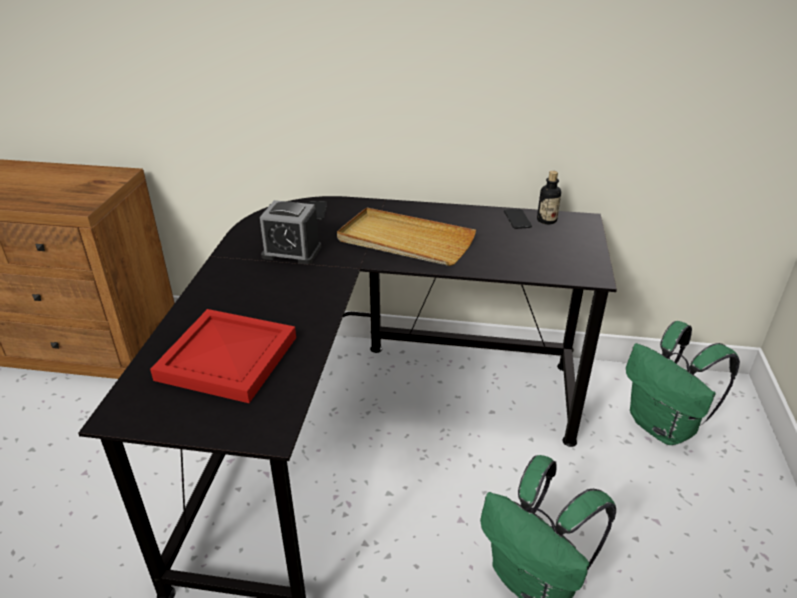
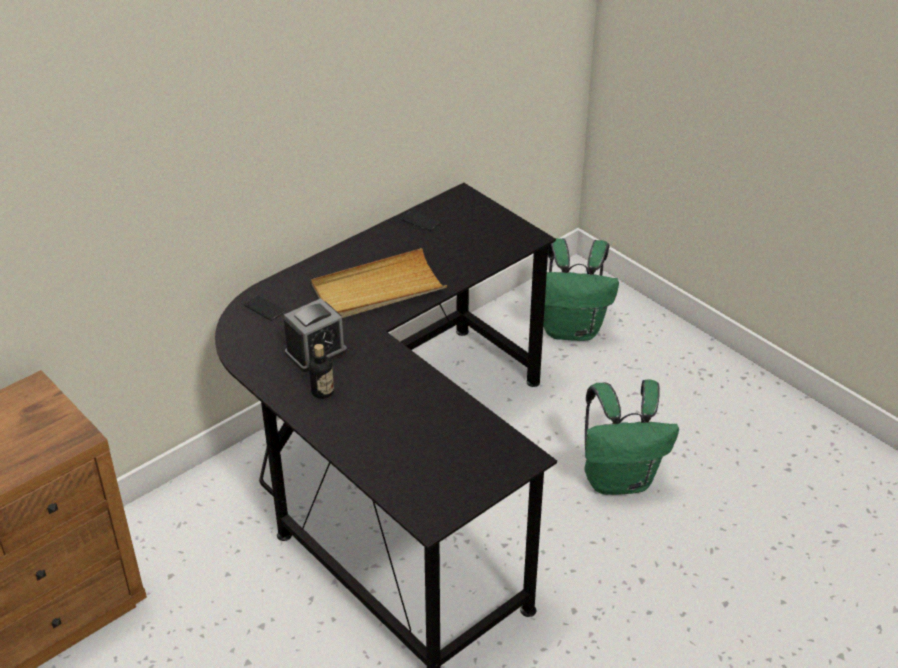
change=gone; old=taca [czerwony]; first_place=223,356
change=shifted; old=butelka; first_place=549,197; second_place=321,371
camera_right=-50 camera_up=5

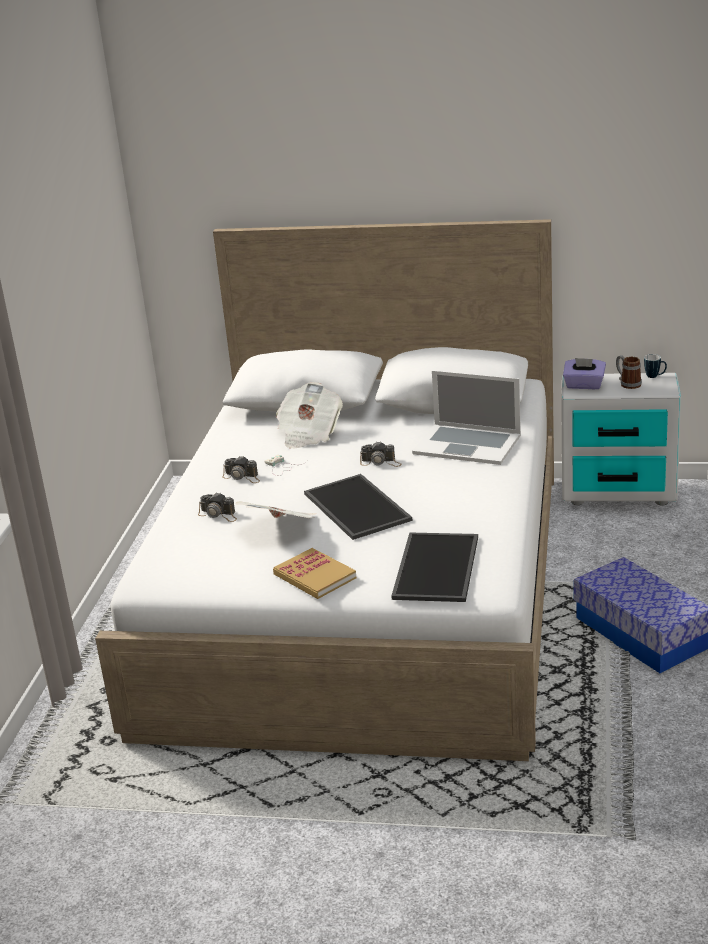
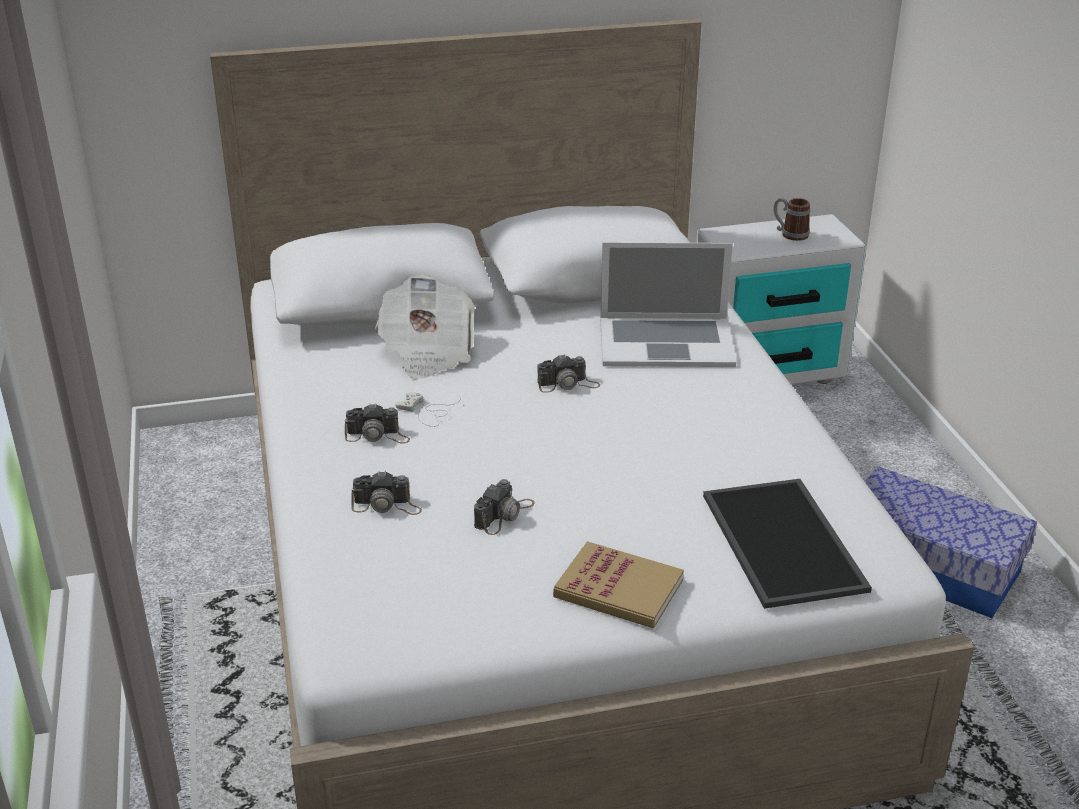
change=gone; old=taca; first_place=358,507
change=gone; old=pudełko chusteczek [fioletowy]; first_place=584,373
change=gone; old=kubek; first_place=655,366
change=swapped; old=gazeta; new=aparat fotograficzny; first_place=275,510; second_place=504,507
camera_right=-25 camera_up=5

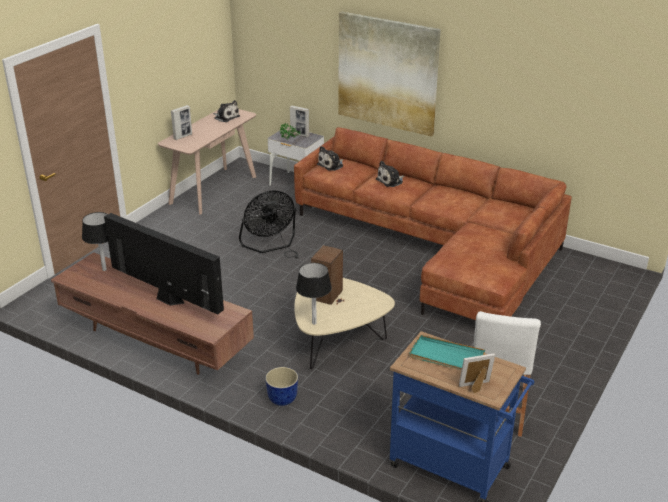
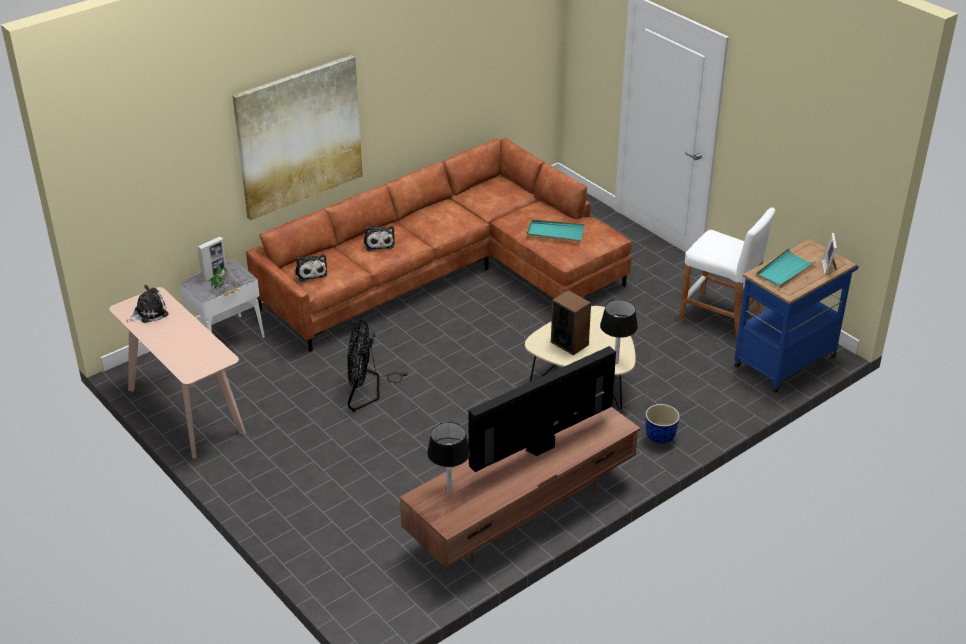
change=gone; old=ramka na zdjęcie; first_place=181,122
change=new; new=taca [turkusowy]; second_place=556,230
camera_right=-70 camera_up=5

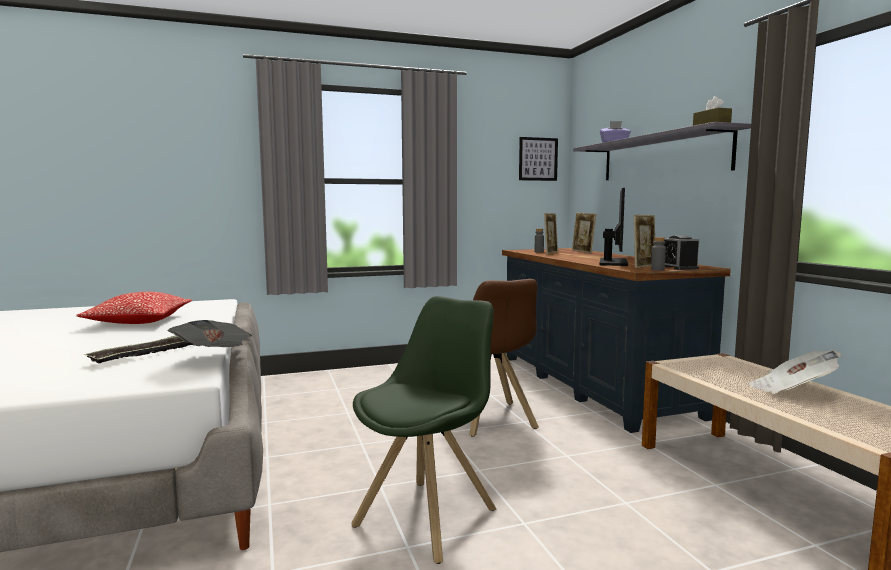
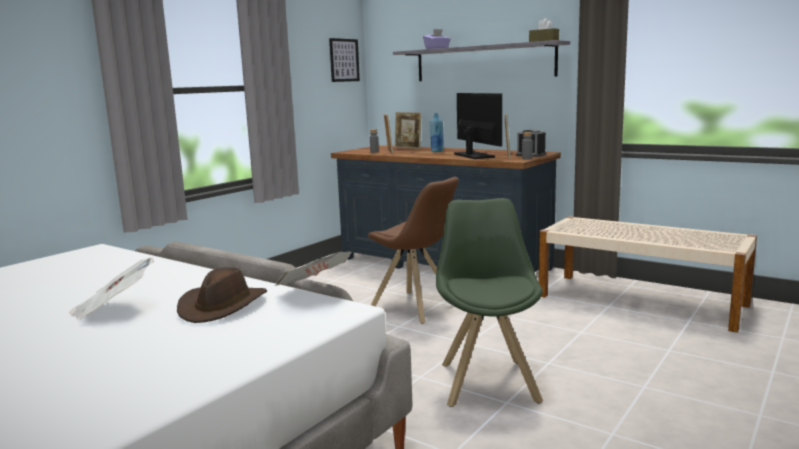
change=gone; old=poduszka; first_place=134,308
change=new; new=butelka [niebieski]; second_place=437,132
change=shifted; old=gazeta; first_place=795,372; second_place=111,289
change=swapped; old=taca; new=kapelusz [brązowy]; first_place=138,350; second_place=222,295
camera_right=-35 camera_up=5

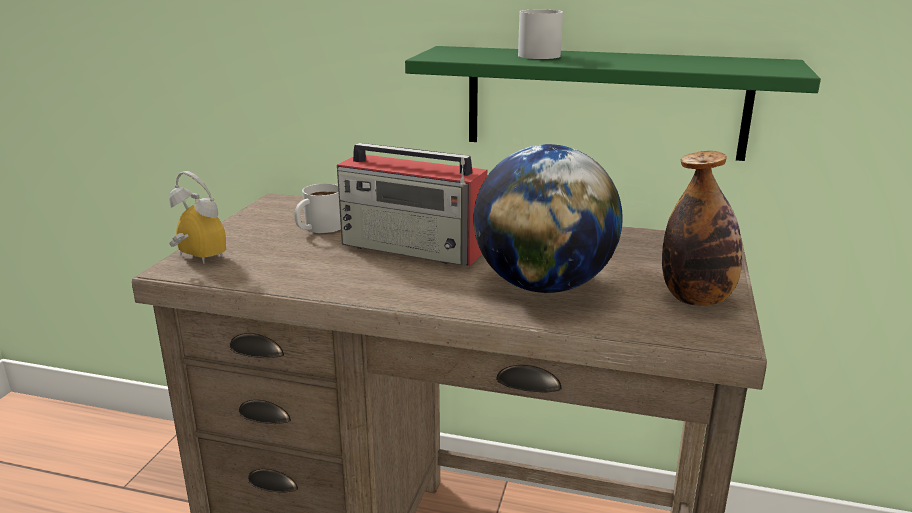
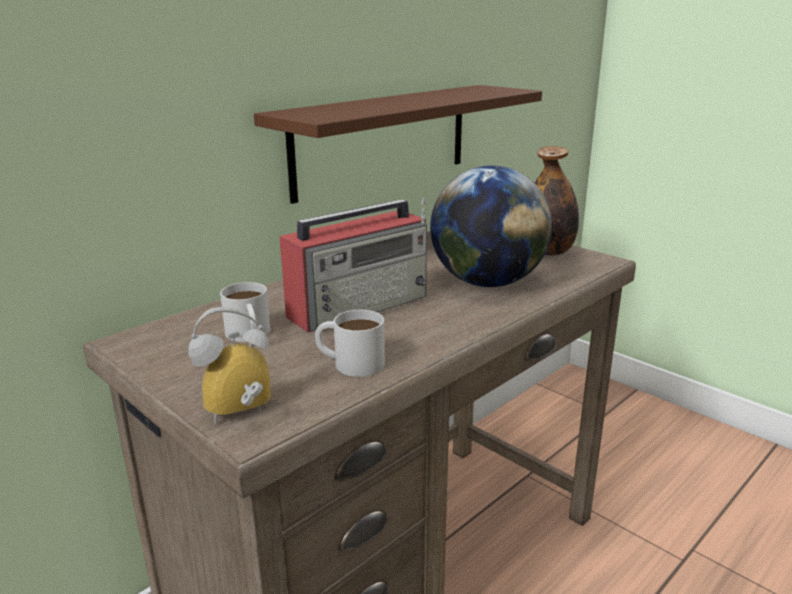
change=shifted; old=kubek [biały]; first_place=540,34; second_place=350,343
change=repainted; old=półka [zielony]; new=półka [brązowy]; first_place=613,103; second_place=398,144
camera_right=-60 camera_up=0

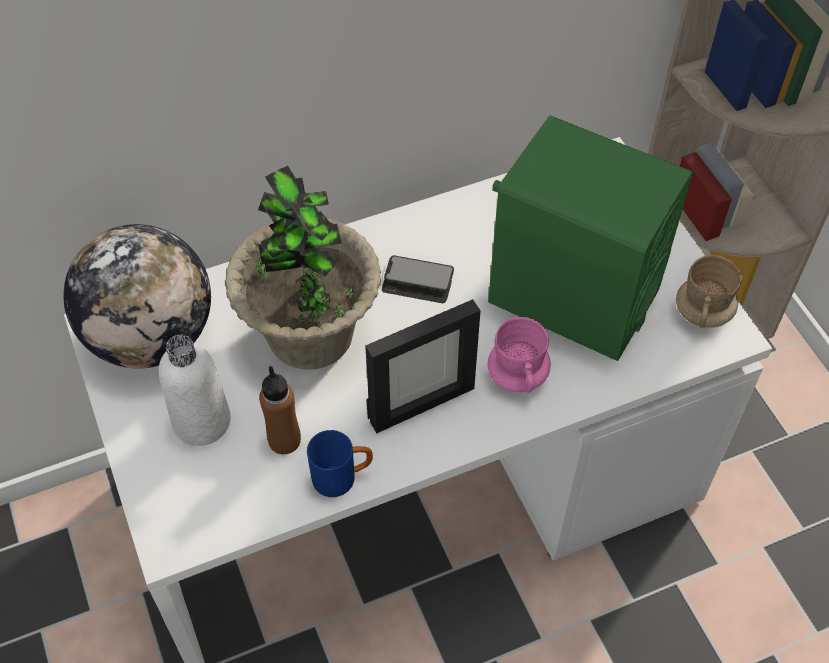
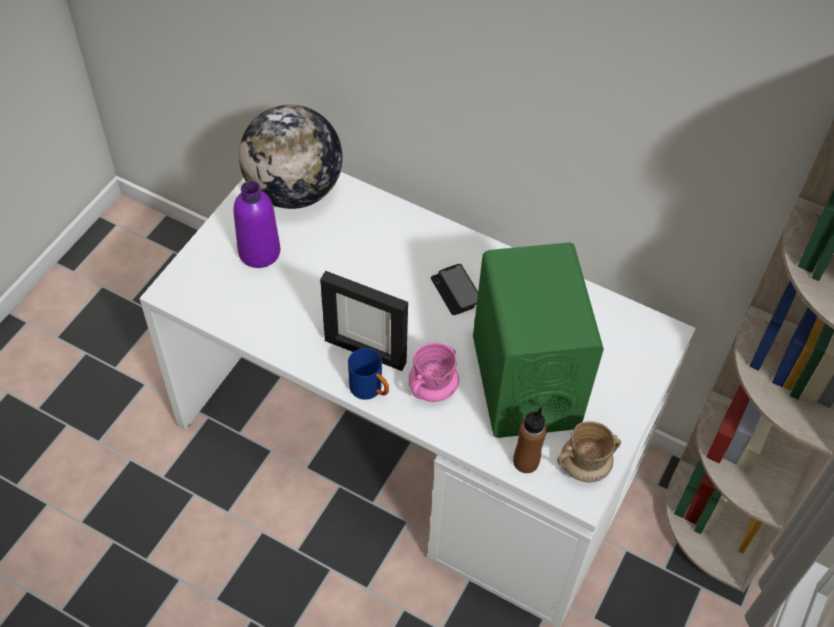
change=gone; old=roślina doniczkowa; first_place=303,268
change=shifted; old=butelka [brązowy]; first_place=280,410; second_place=530,440
change=shifted; old=kubek [niebieski]; first_place=340,463; second_place=368,374
change=repainted; old=butelka [biały]; new=butelka [fioletowy]; first_place=195,390; second_place=256,224
camera_right=50 camera_up=0

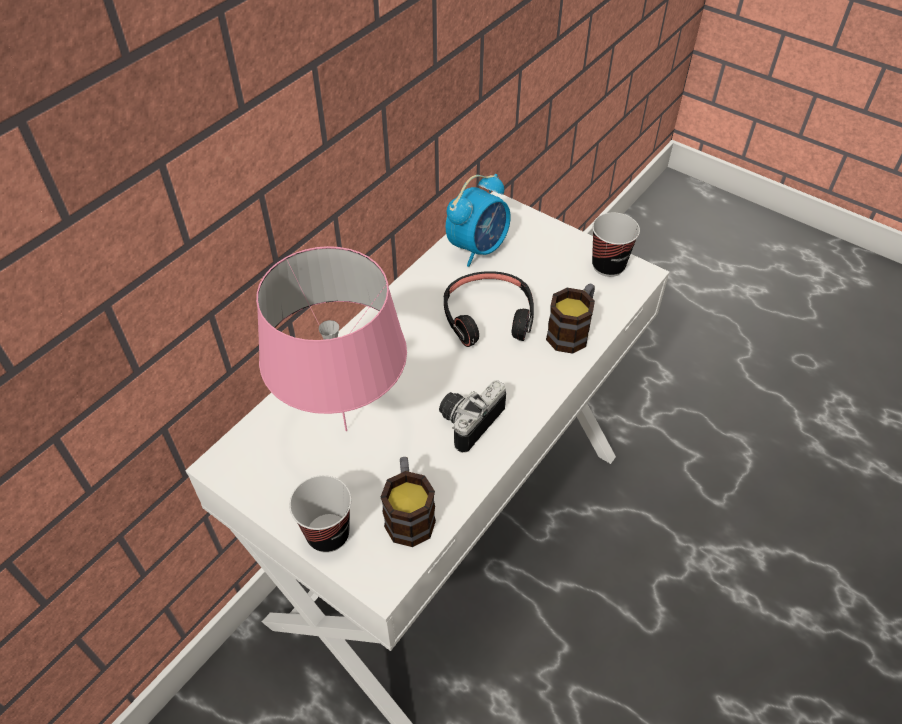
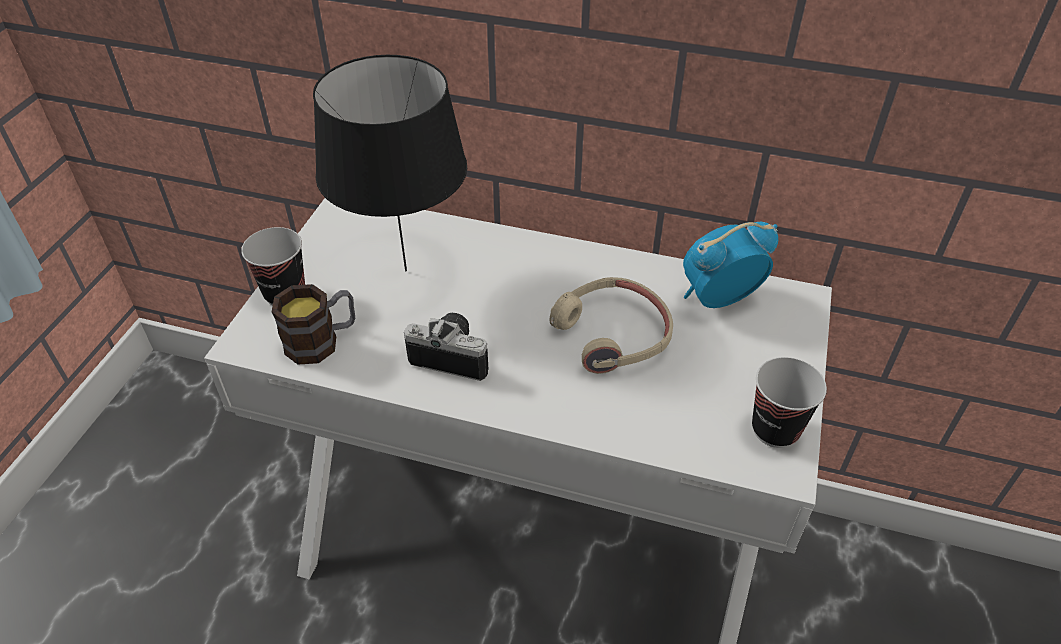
change=gone; old=kubek; first_place=570,319
change=repainted; old=lampa stołowa [różowy]; new=lampa stołowa [czarny]; first_place=331,338; second_place=390,163
change=repainted; old=słuchawki [czarny]; new=słuchawki [beżowy]; first_place=489,309; second_place=611,325
change=rotated; old=budzik; first_place=478,220; second_place=730,265; degrees=135
camera_right=70 camera_up=-5

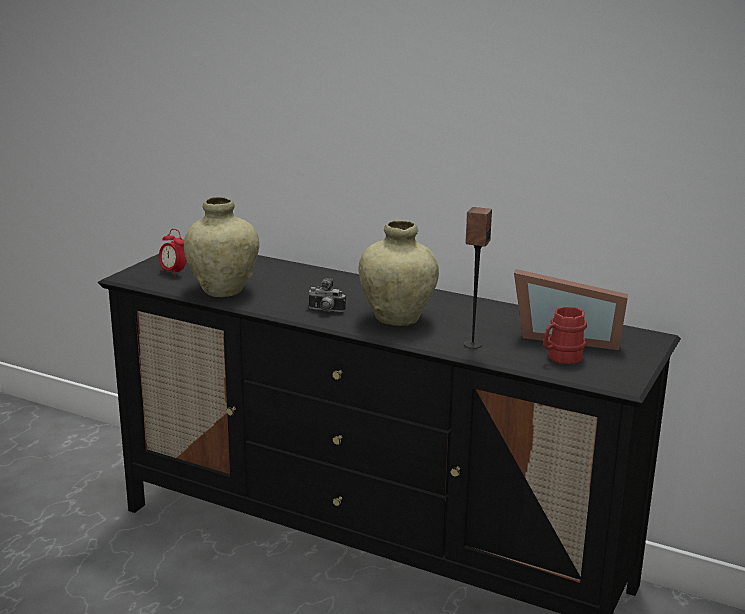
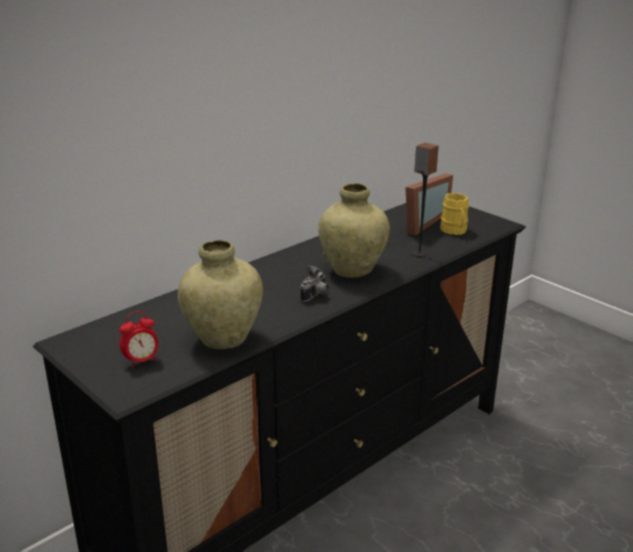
change=repainted; old=kubek [czerwony]; new=kubek [żółty]; first_place=565,335; second_place=454,214
camera_right=-70 camera_up=5

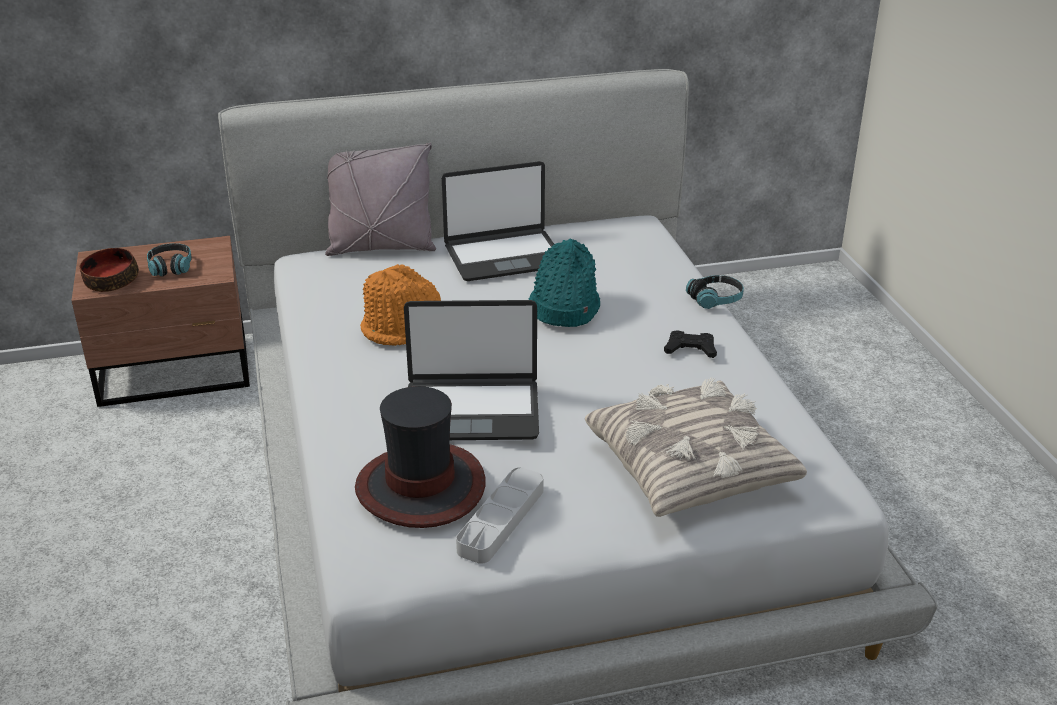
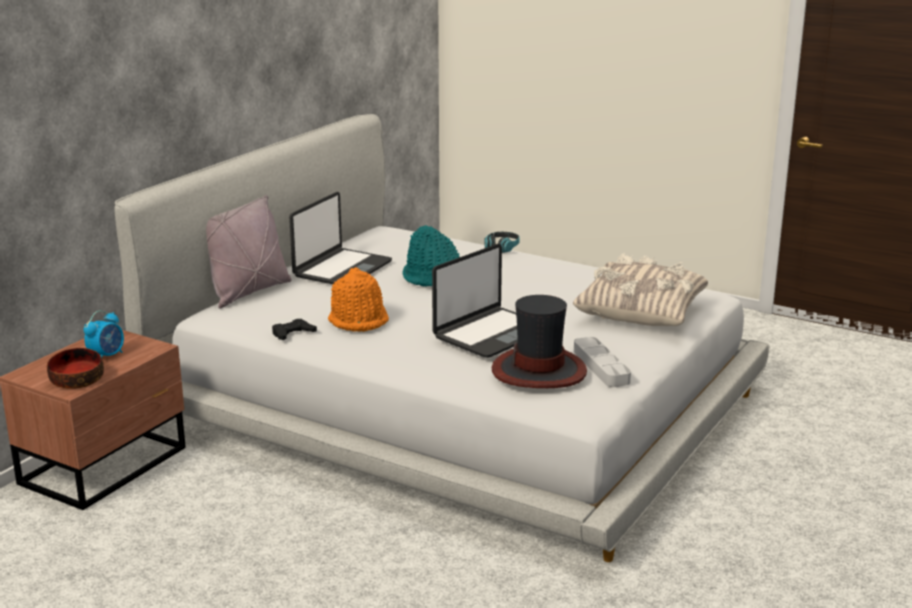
change=shifted; old=pad do gier [czarny]; first_place=690,344; second_place=294,329
change=swapped; old=słuchawki; new=budzik; first_place=169,259; second_place=104,334
camera_right=-45 camera_up=-10

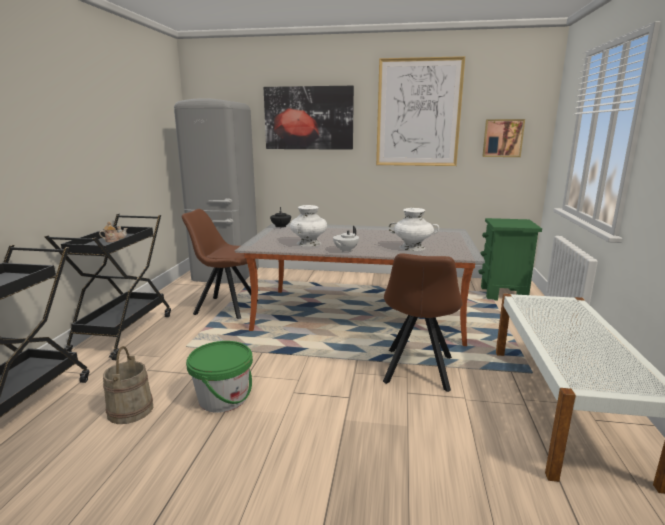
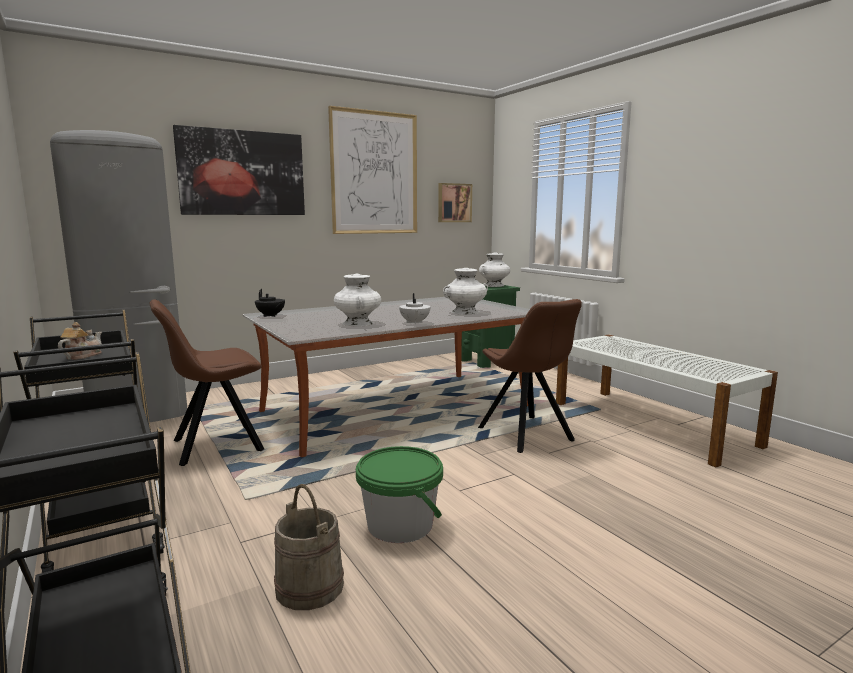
change=new; new=wazon [biały]; second_place=494,270
camera_right=-40 camera_up=-5

